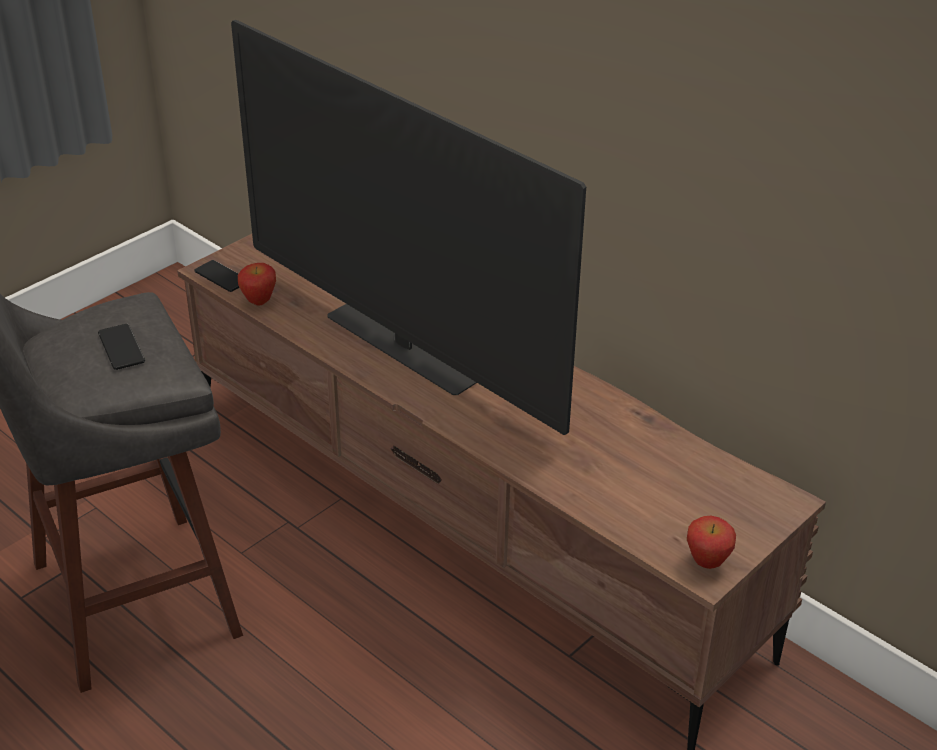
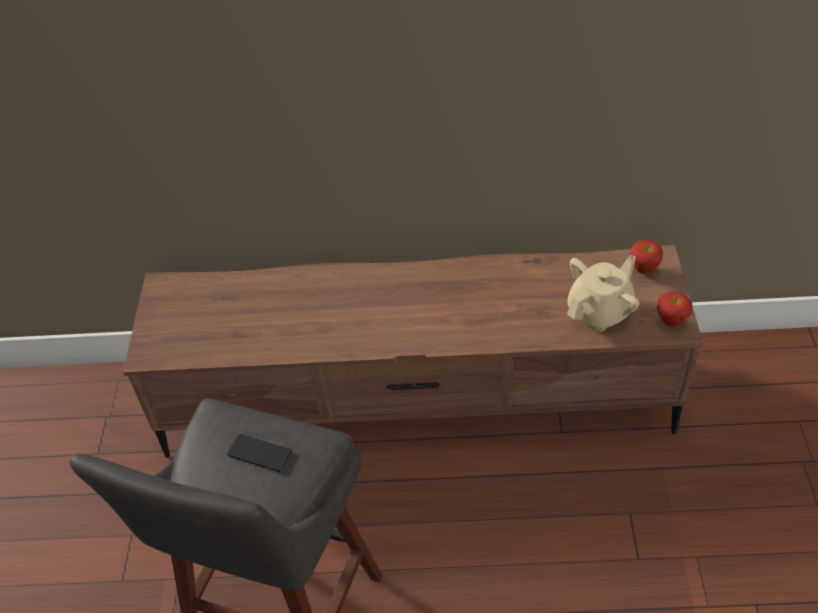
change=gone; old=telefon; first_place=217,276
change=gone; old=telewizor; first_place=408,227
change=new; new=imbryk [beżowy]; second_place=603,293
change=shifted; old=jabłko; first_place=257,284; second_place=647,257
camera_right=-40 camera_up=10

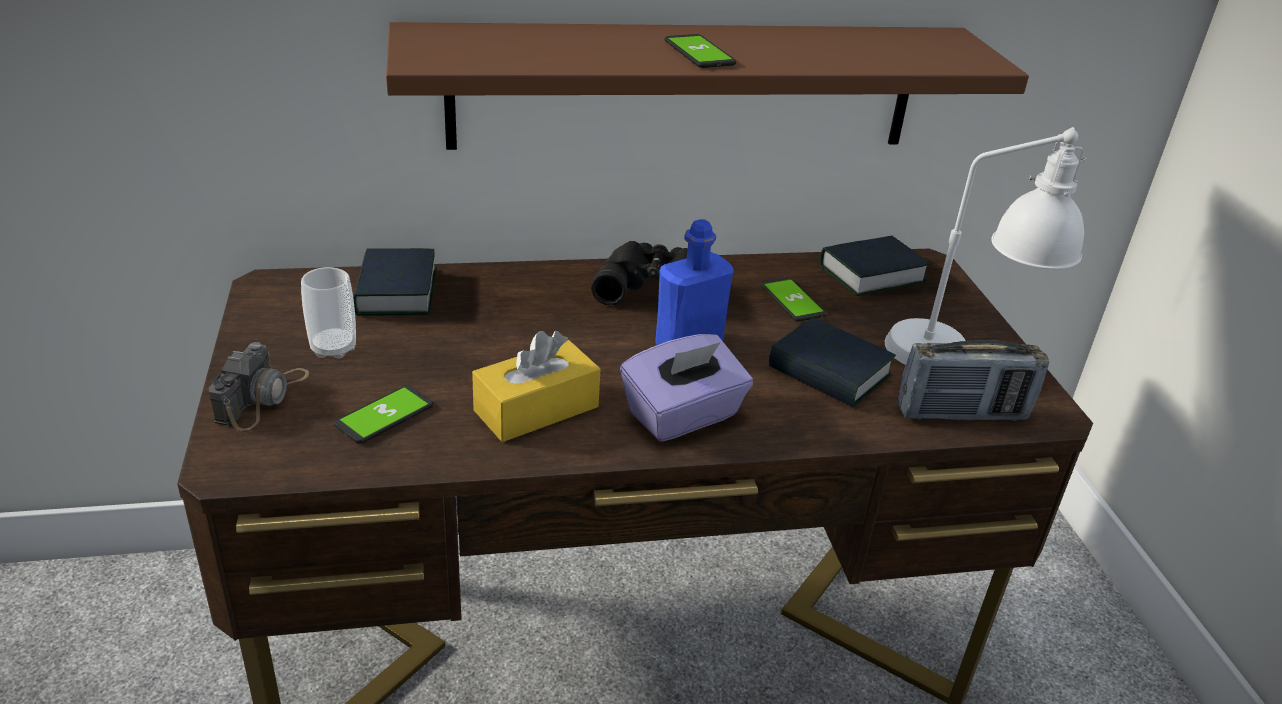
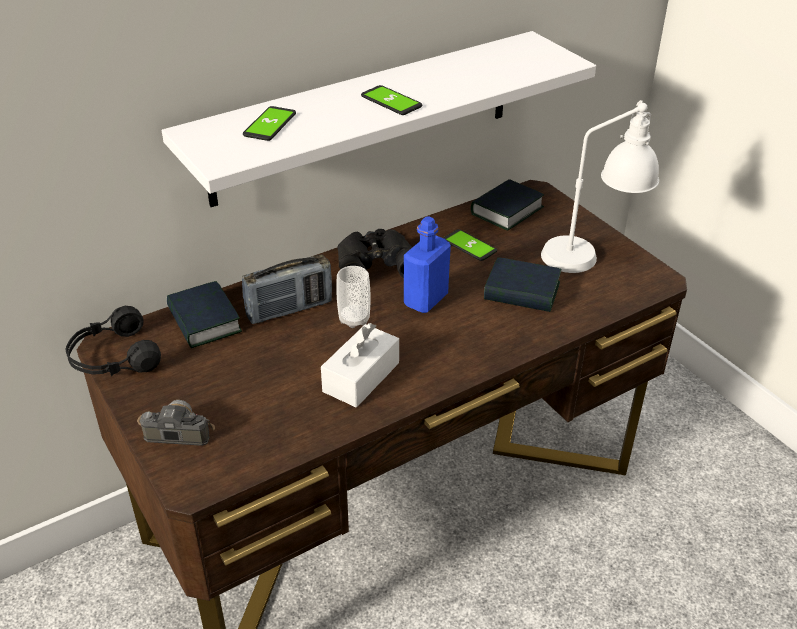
change=gone; old=pudełko chusteczek [fioletowy]; first_place=686,388
change=new; new=słuchawki [czarny]; second_place=113,341
change=shifted; old=filiżanka; first_place=328,313; second_place=353,297
change=shifted; old=telefon; first_place=383,414; second_place=269,123
change=shifted; old=radio; first_place=973,380; second_place=287,289
change=repainted; old=półka [brązowy]; new=półka [biały]; first_place=707,86; second_place=379,119
change=repainted; old=pudełko chusteczek [żółty]; new=pudełko chusteczek [biały]; first_place=536,386; second_place=360,365
change=rotated; old=aparat fotograficzny; first_place=259,386; second_place=176,423; degrees=-75
camera_right=-20 camera_up=5

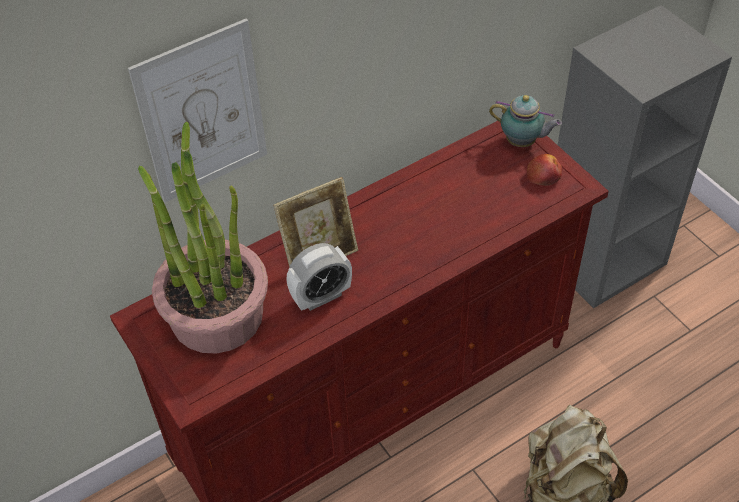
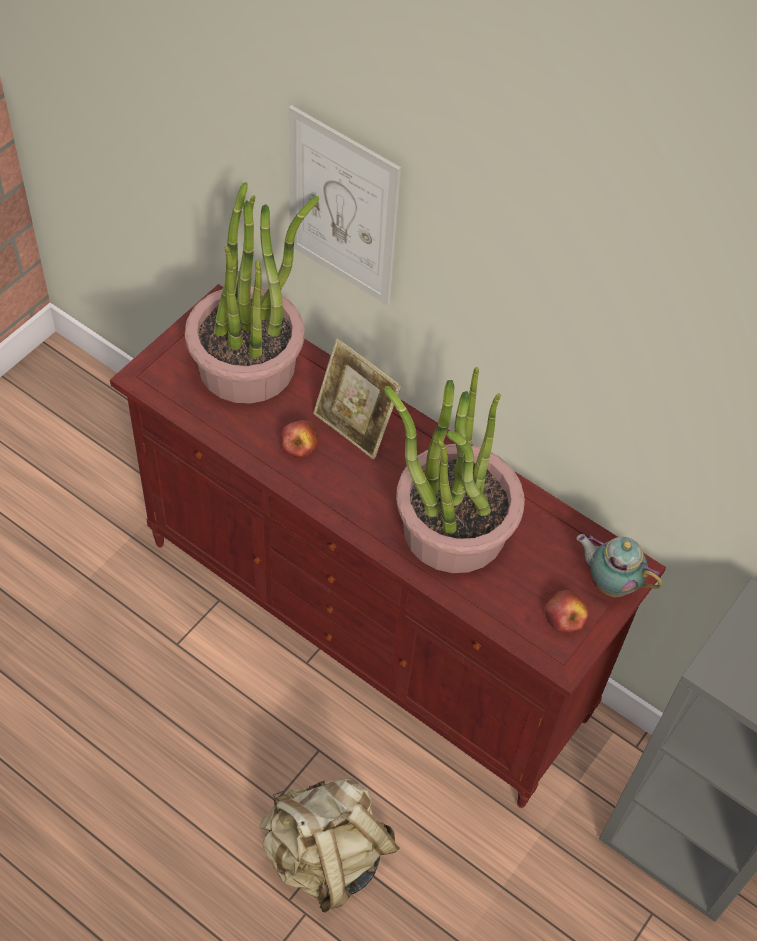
change=new; new=roślina doniczkowa; second_place=454,470
change=swapped; old=budzik; new=jabłko; first_place=319,277; second_place=299,439
change=rotated; old=imbryk; first_place=525,121; second_place=619,565; degrees=120
camera_right=65 camera_up=5

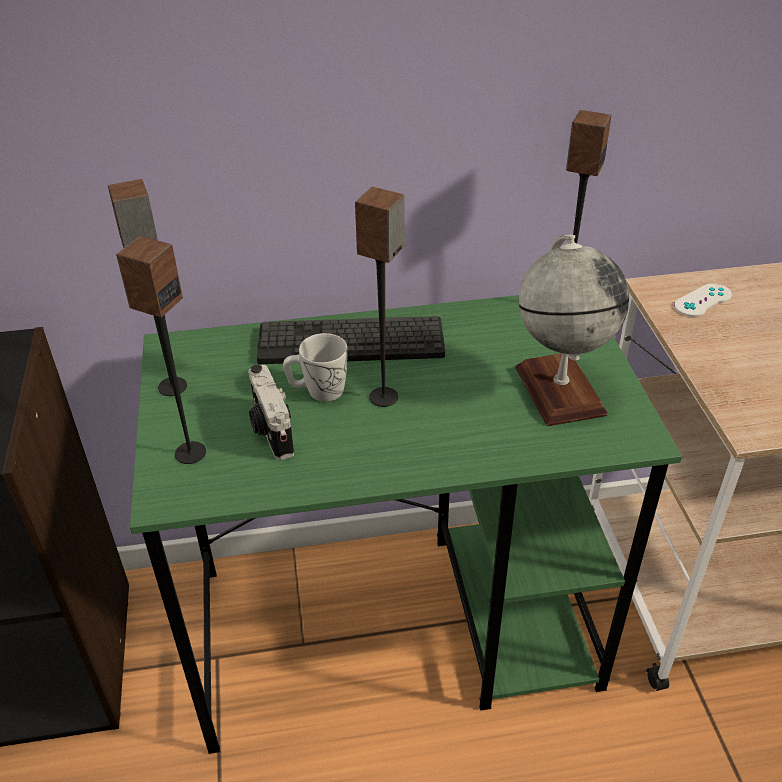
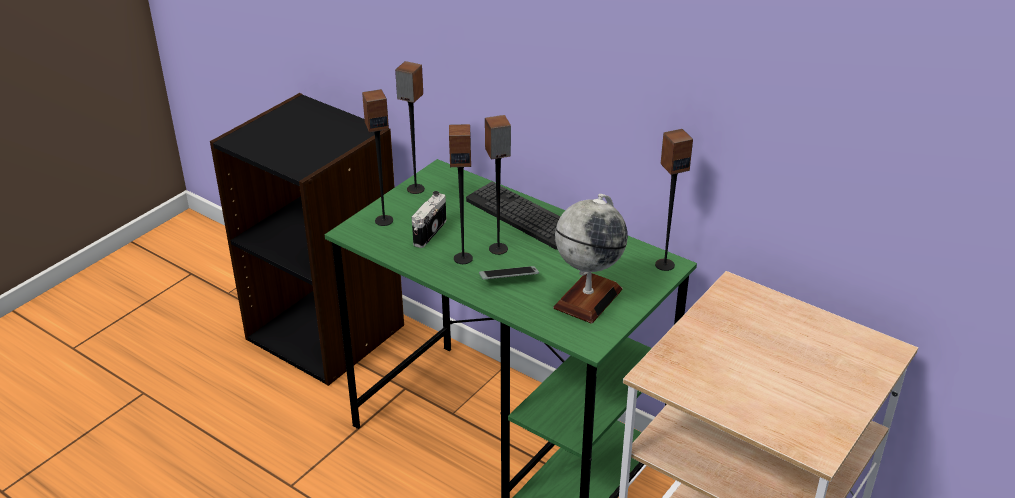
change=gone; old=kubek [biały]; first_place=315,367
change=gone; old=pad do gier [biały]; first_place=703,300
change=new; new=głośnik; second_place=461,194
change=new; new=telefon; second_place=509,272
camera_right=45 camera_up=-5

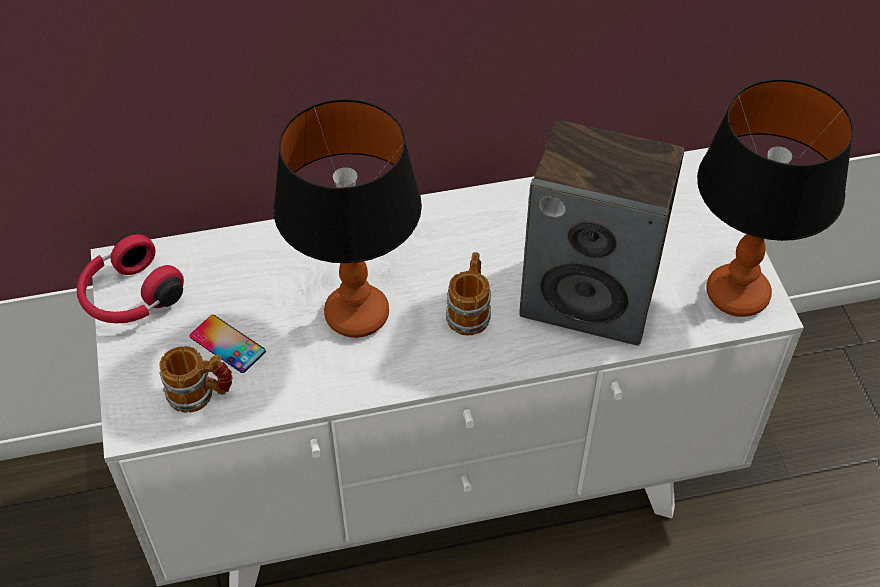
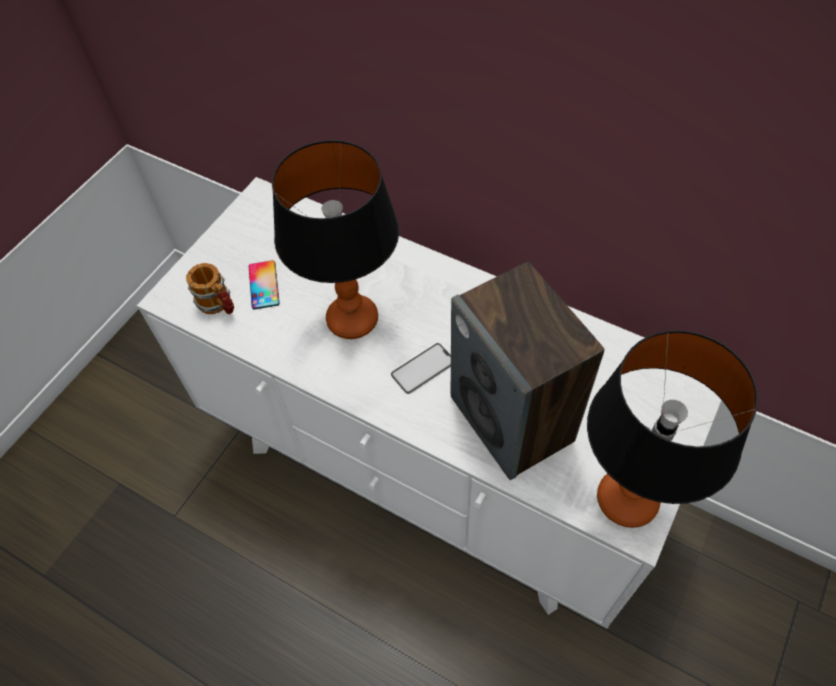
change=gone; old=słuchawki [czerwony]; first_place=130,278
change=swapped; old=kubek; new=telefon; first_place=468,293; second_place=421,368
camera_right=45 camera_up=5

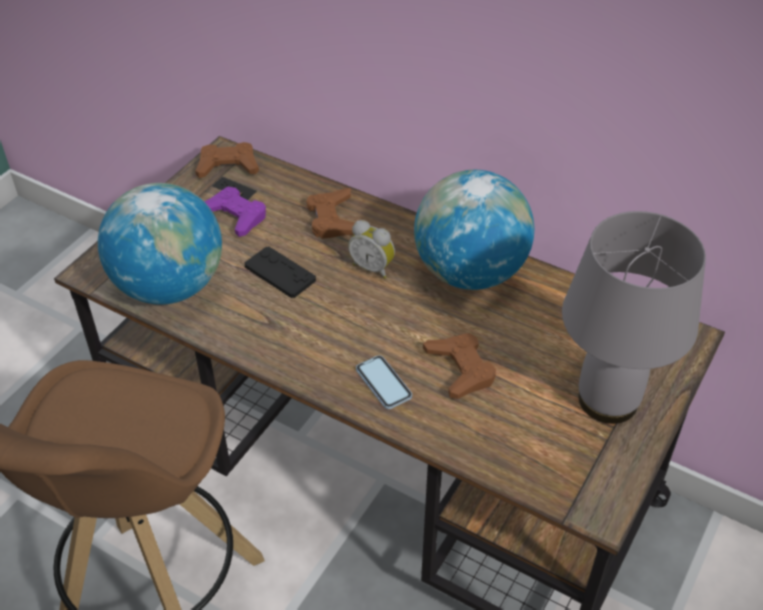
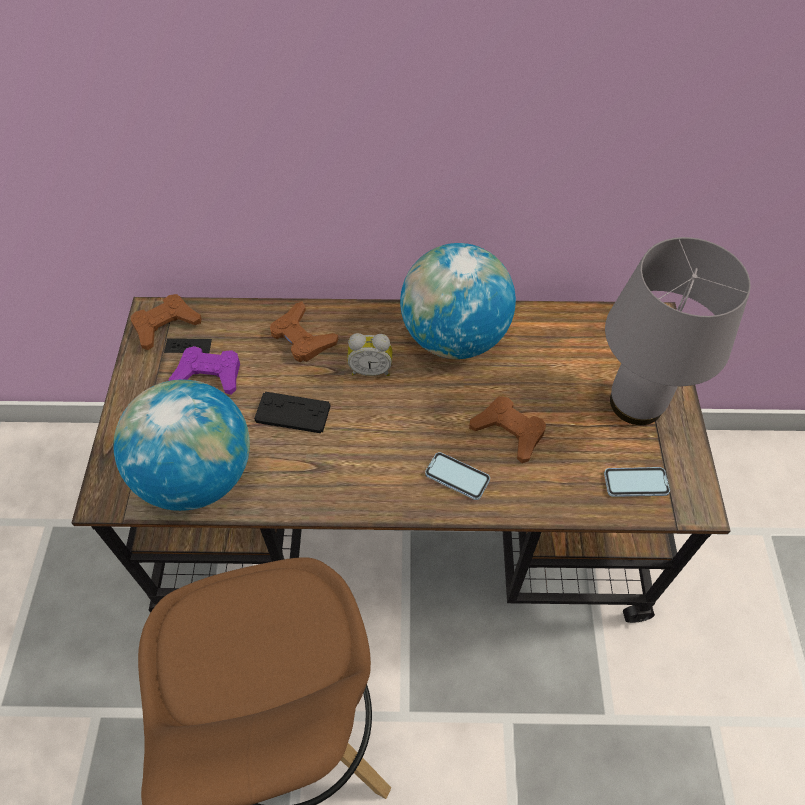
change=new; new=telefon; second_place=637,482
camera_right=-30 camera_up=10

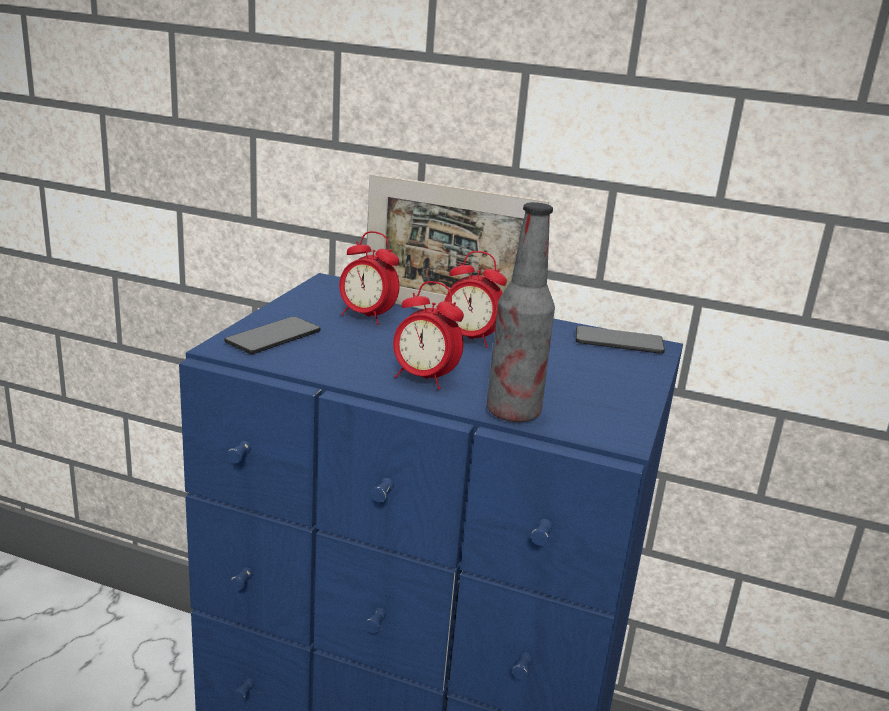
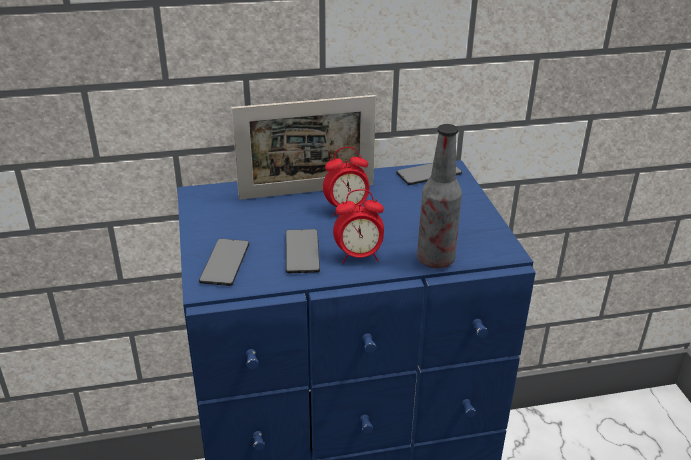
change=gone; old=budzik; first_place=369,278
change=new; new=telefon; second_place=303,251
camera_right=-30 camera_up=10

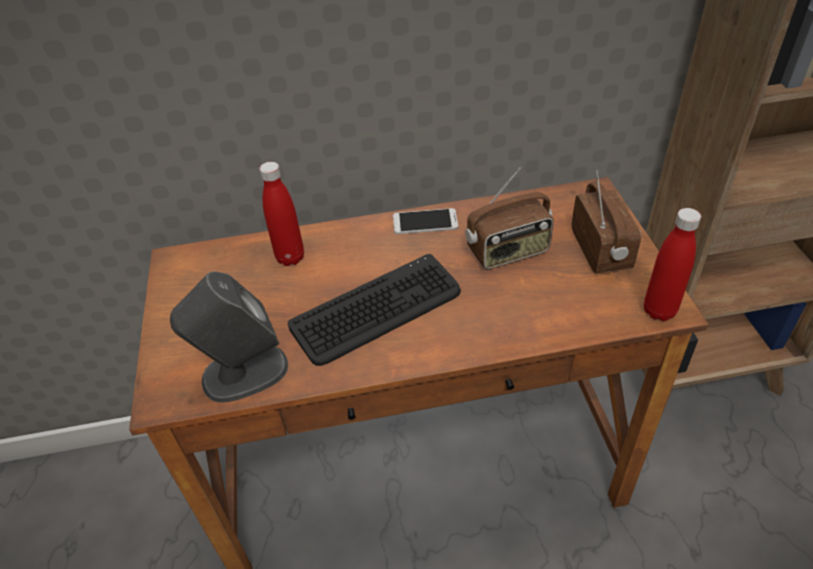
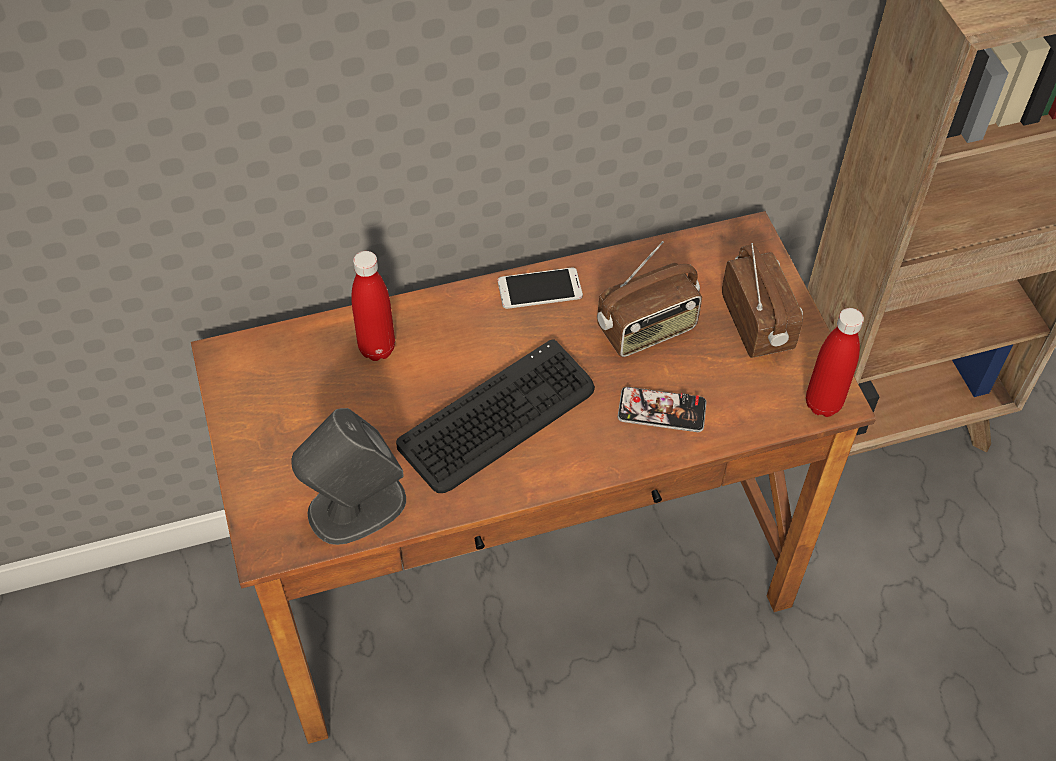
change=new; new=telefon; second_place=662,409
camera_right=-10 camera_up=10

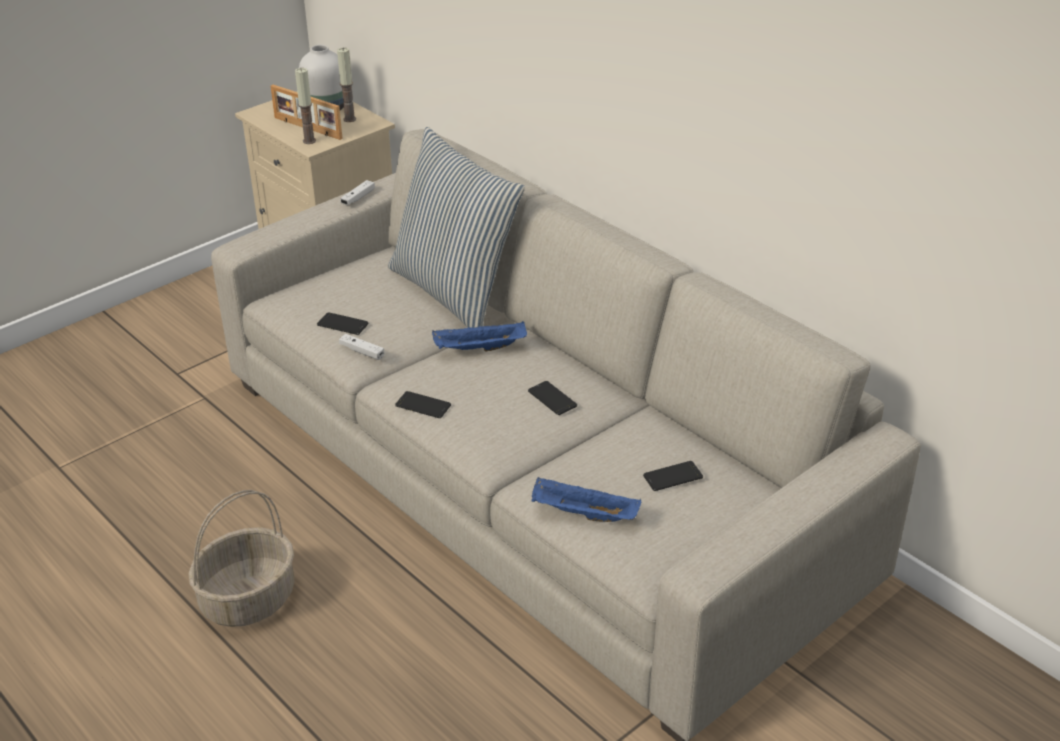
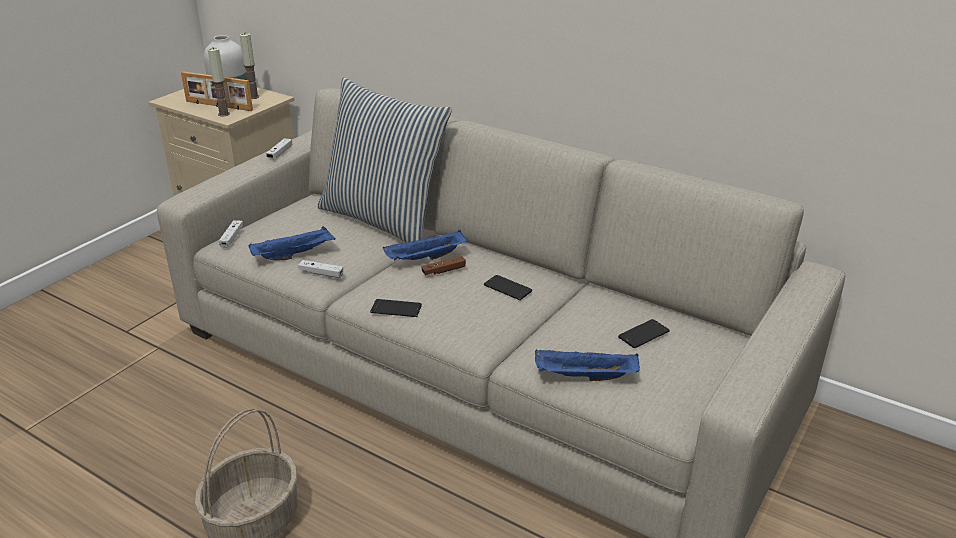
change=new; new=pad do gier [biały]; second_place=231,234
change=new; new=pad do gier [brązowy]; second_place=444,265
change=swapped; old=telefon; new=taca [niebieski]; first_place=342,323; second_place=292,243
camera_right=-15 camera_up=-5

